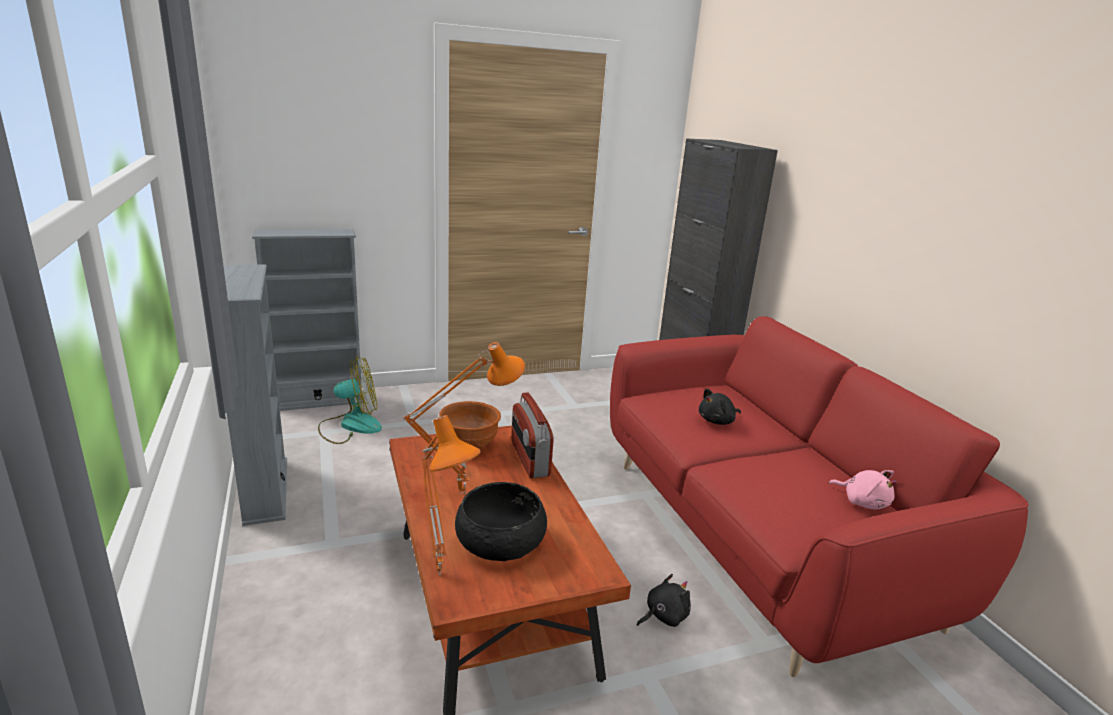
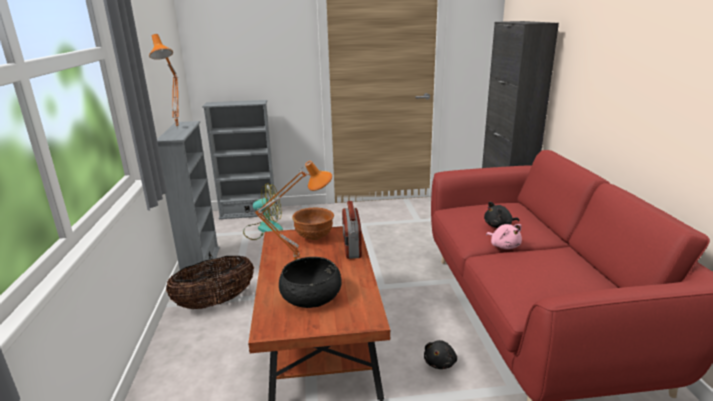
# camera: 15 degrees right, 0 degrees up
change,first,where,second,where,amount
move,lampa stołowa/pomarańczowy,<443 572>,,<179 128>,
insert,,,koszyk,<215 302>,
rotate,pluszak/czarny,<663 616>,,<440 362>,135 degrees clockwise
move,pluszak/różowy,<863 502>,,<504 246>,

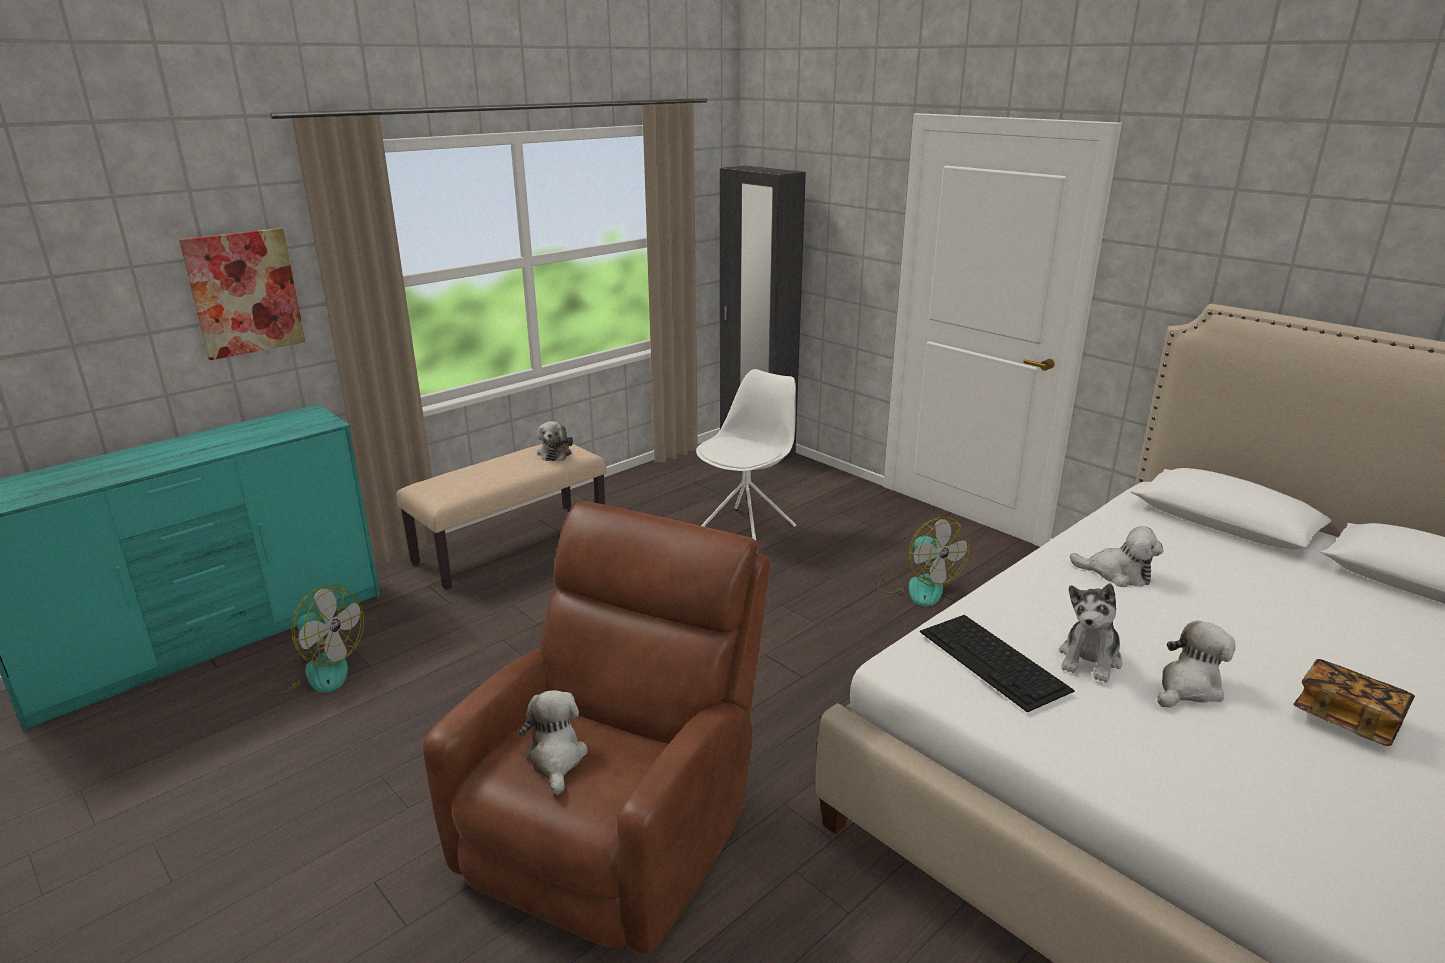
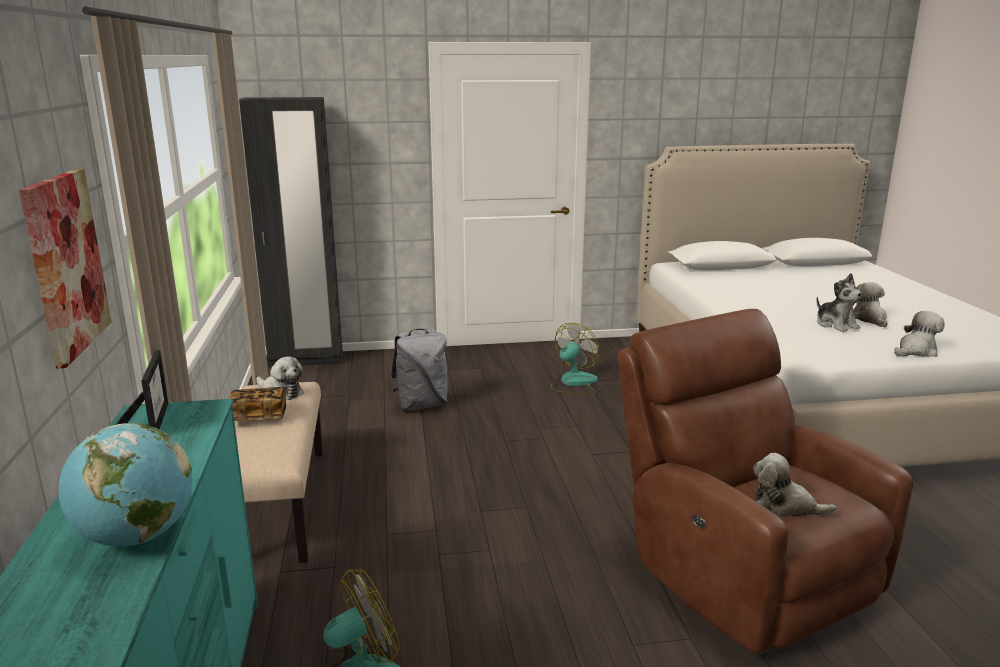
# camera: 55 degrees left, 5 degrees down
change,first,where,second,where,amount
insert,,,globus,<136 537>,
insert,,,ramka na zdjęcie,<151 420>,
move,książka,<1346 719>,,<259 417>,
replace,krzesło/biały,<747 530>,plecak/szary,<421 405>,
rotate,wentylator,<918 586>,,<573 383>,60 degrees counterclockwise
move,pluszak,<1117 574>,,<916 351>,
delete,klawiatura,<994 661>,,,

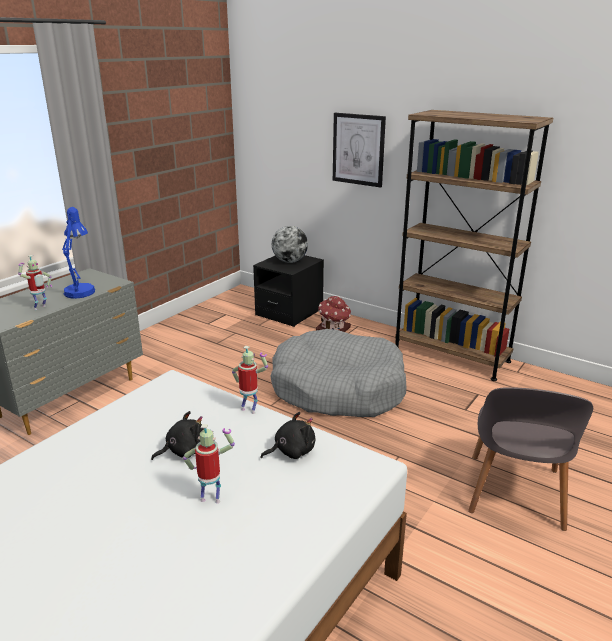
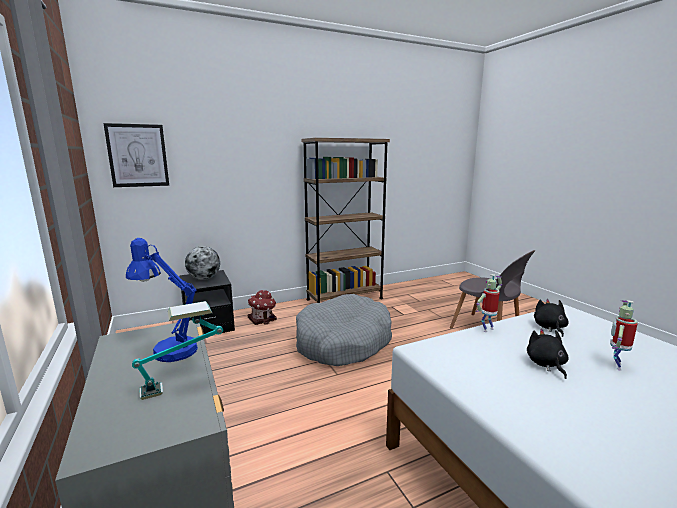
# camera: 60 degrees left, 10 degrees down
change,first,where,second,where,amount
move,obraz,<358 149>,,<138 155>,
replace,robot zabawkowy,<41 308>,lampa stołowa,<184 384>,

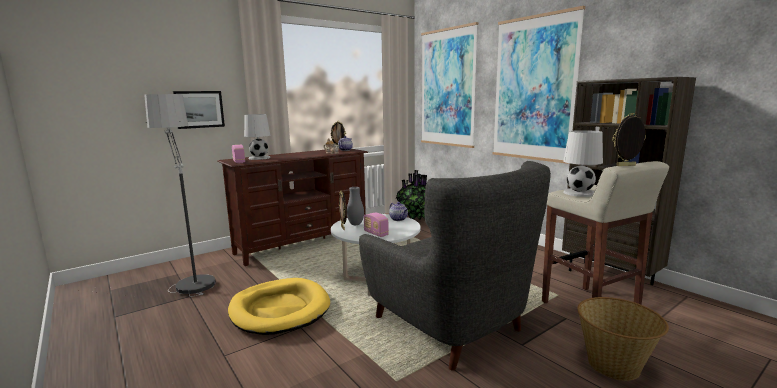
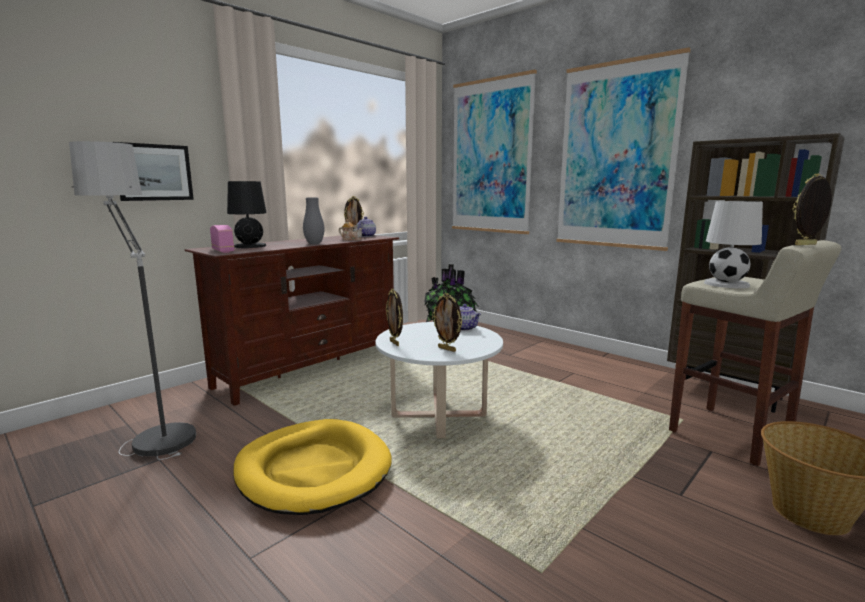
# camera: 10 degrees left, 0 degrees up
change,first,where,second,where,amount
recolor,lampa stołowa/biały,<259 158>,lampa stołowa/czarny,<250 246>,
move,wazon/szary,<355 224>,,<314 243>,
replace,radio,<376 233>,ramka na zdjęcie,<447 349>,
delete,fotel/szary,<450 326>,,,

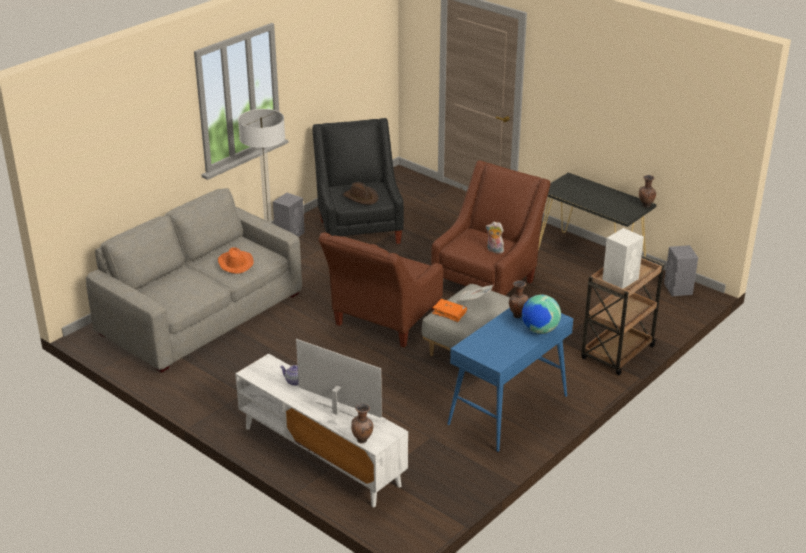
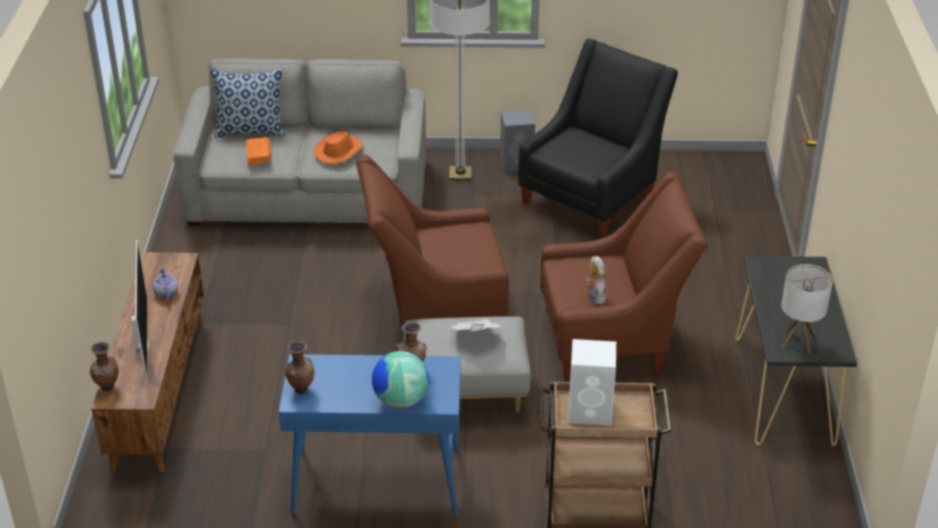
# camera: 50 degrees right, 5 degrees up
change,first,where,second,where,amount
recolor,szafka pod telewizor/biały,<320 456>,szafka pod telewizor/brązowy,<158 391>,
insert,,,poduszka,<251 131>,
move,książka/pomarańczowy,<449 313>,,<259 155>,
move,wazon/brązowy,<645 205>,,<301 389>,
insert,,,lampa stołowa,<797 341>,
delete,kapelusz/brązowy,<361 197>,,,
delete,głośnik/szary,<678 289>,,,

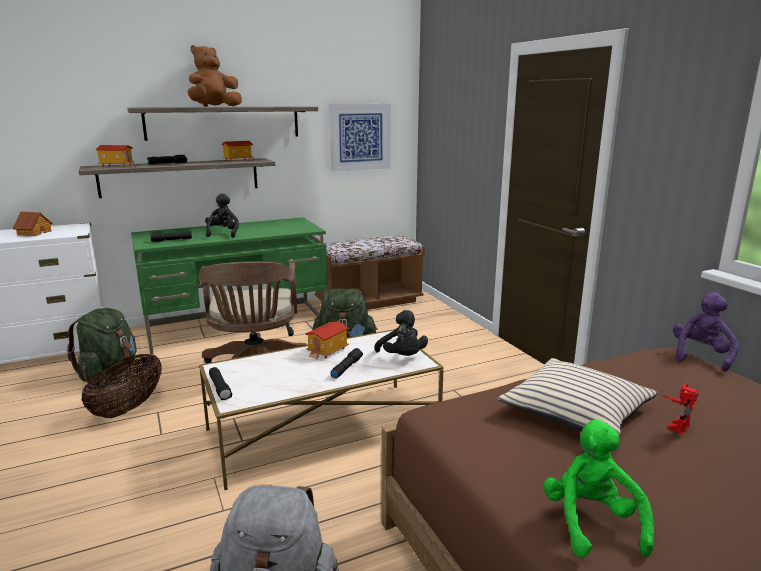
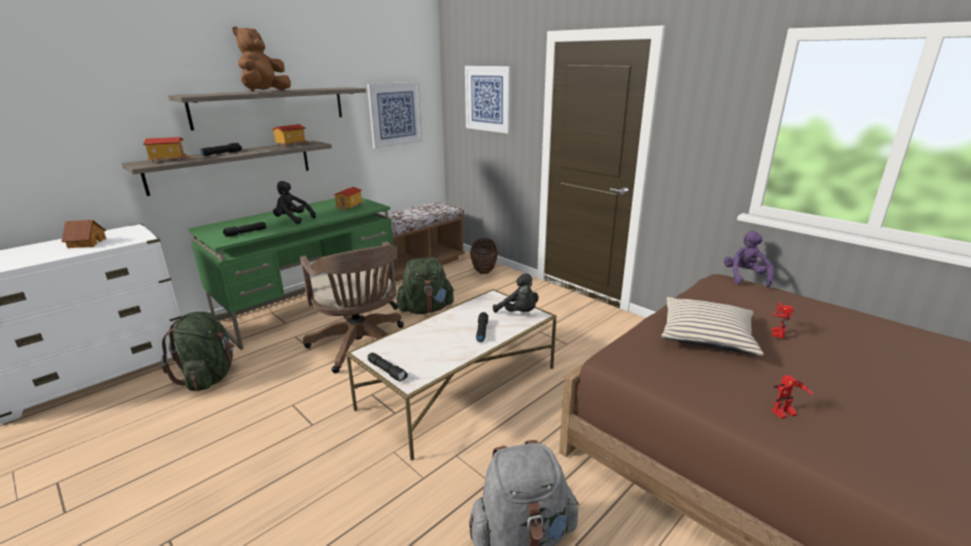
# camera: 20 degrees left, 5 degrees up
change,first,where,second,where,amount
rotate,pluszak/czarny,<223 234>,,<292 220>,45 degrees counterclockwise
move,domek,<328 351>,,<349 207>,
insert,,,obraz,<488 98>,
move,koszyk,<128 408>,,<484 270>,
replace,pluszak/zielony,<591 522>,robot zabawkowy,<784 415>,

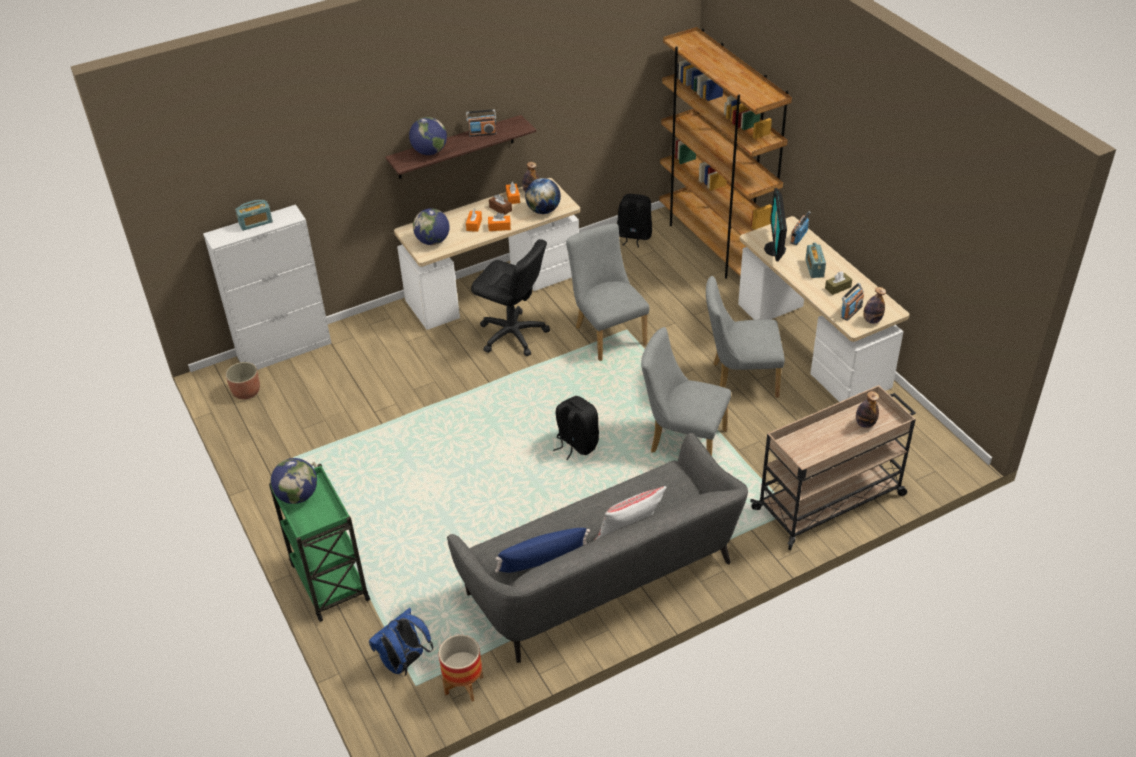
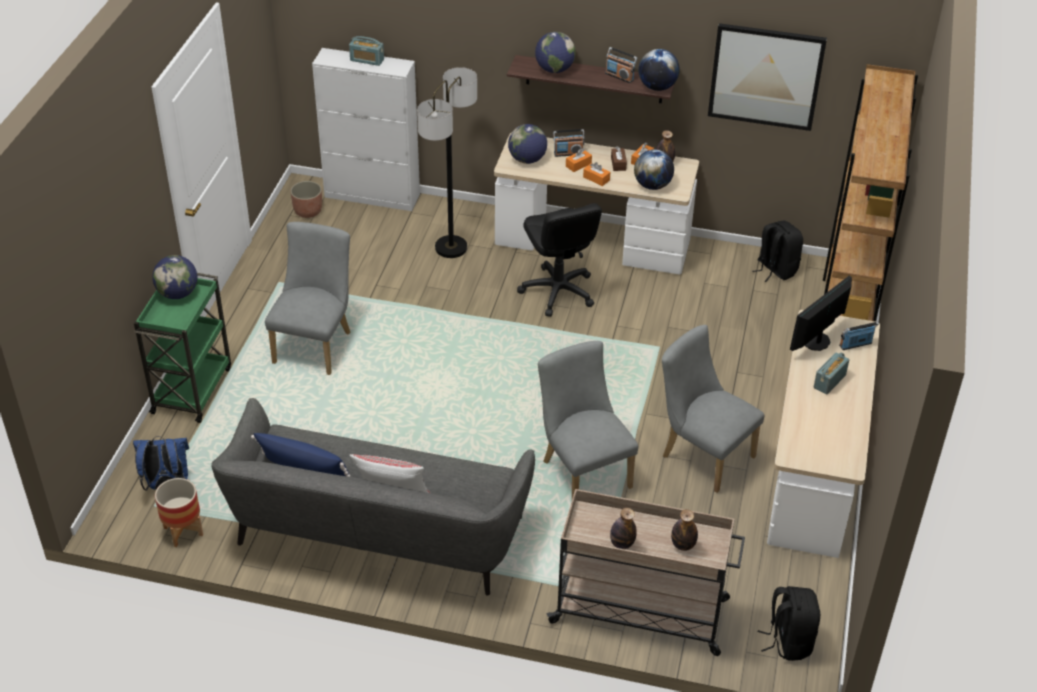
# camera: 40 degrees right, 0 degrees up
change,first,where,second,where,amount
move,krzesło/szary,<607 333>,,<315 344>,
insert,,,lampa stojąca,<451 248>,
move,radio,<851 312>,,<568 153>,
move,butelka,<872 320>,,<622 544>,
insert,,,globus,<657 87>,
insert,,,obraz,<766 76>,
move,plecak/czarny,<576 444>,,<788 641>,
delete,pudełko chusteczek/brązowy,<838 288>,,,

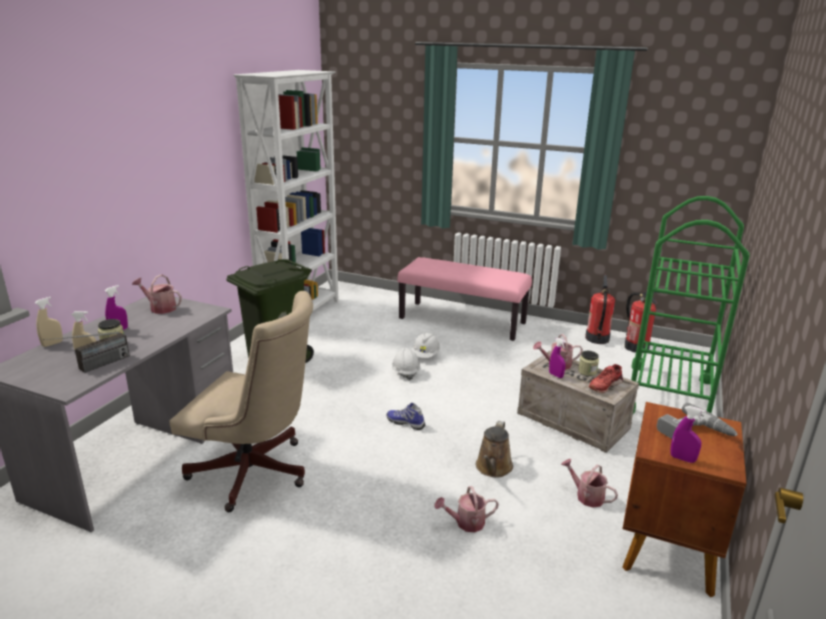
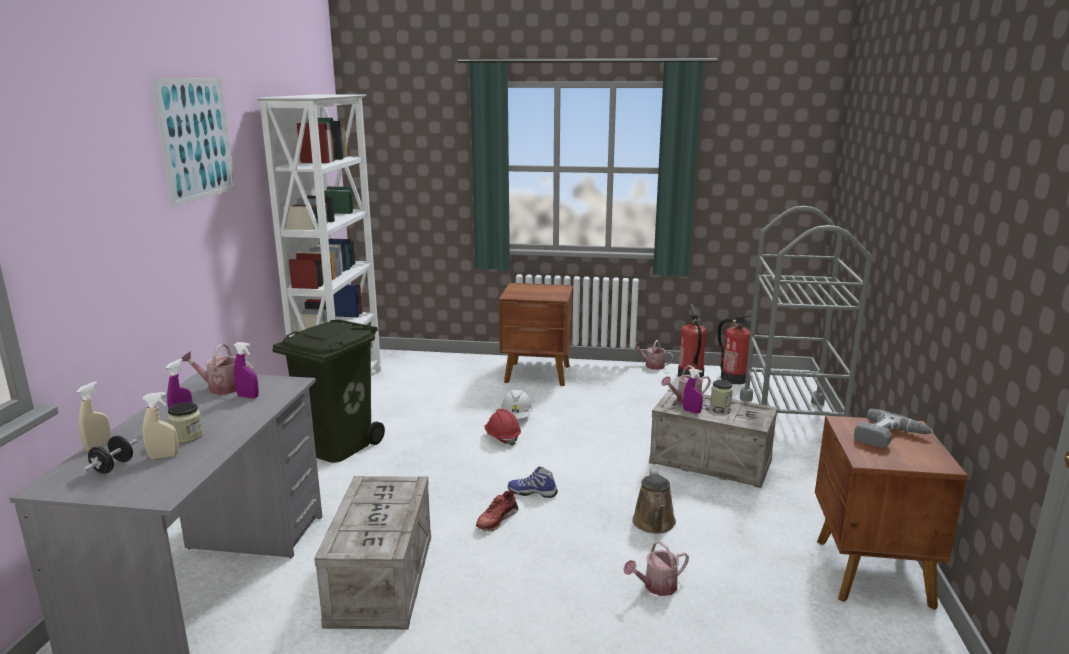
# camera: 15 degrees left, 5 degrees down
change,first,where,second,where,amount
insert,,,hantel/czarny,<113 467>,
insert,,,obraz,<196 139>,
move,spryskiwacz/fioletowy,<682 459>,,<248 397>,
replace,krzesło biurowe/beżowy,<256 474>,skrzynka,<382 580>,
move,but/czerwony,<605 385>,,<496 519>,
recolor,kask/biały,<405 372>,kask/czerwony,<502 438>,
replace,ławka/różowy,<462 320>,szafka nocna/brązowy,<538 375>,
move,konewka,<586 496>,,<652 365>,
recolor,wózek/zielony,<668 396>,wózek/szary,<790 422>,
delete,radio,<93 367>,,,

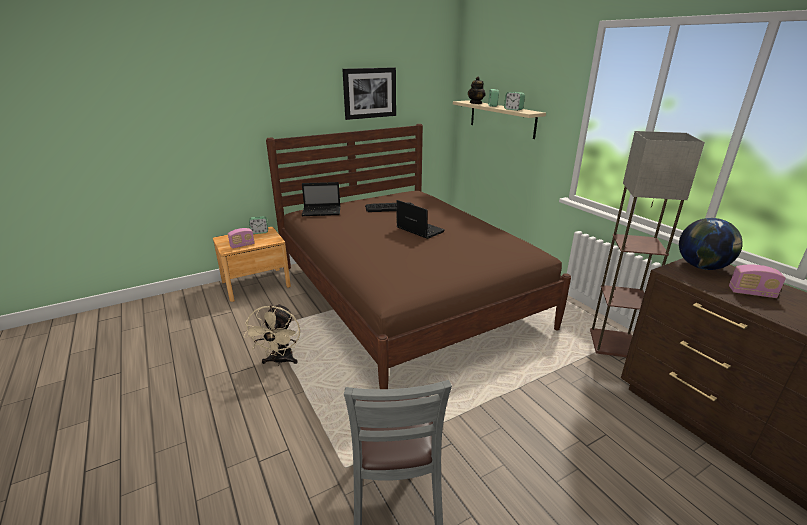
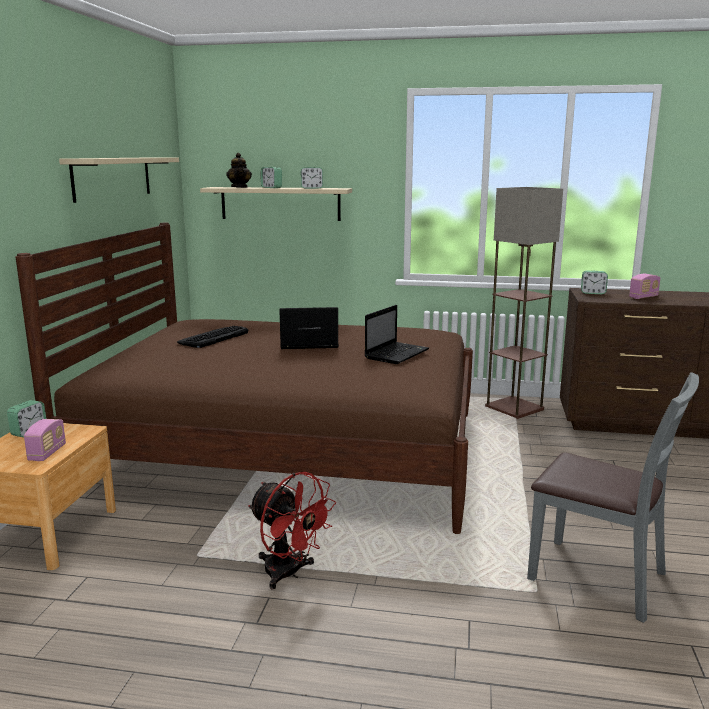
# camera: 50 degrees left, 10 degrees down
change,first,where,second,where,amount
replace,obraz,<369 93>,półka/beżowy,<112 178>,
recolor,wentylator/beżowy,<280 361>,wentylator/czerwony,<289 574>,
move,laptop,<322 211>,,<397 354>,
replace,globus,<702 267>,budzik,<593 293>,

